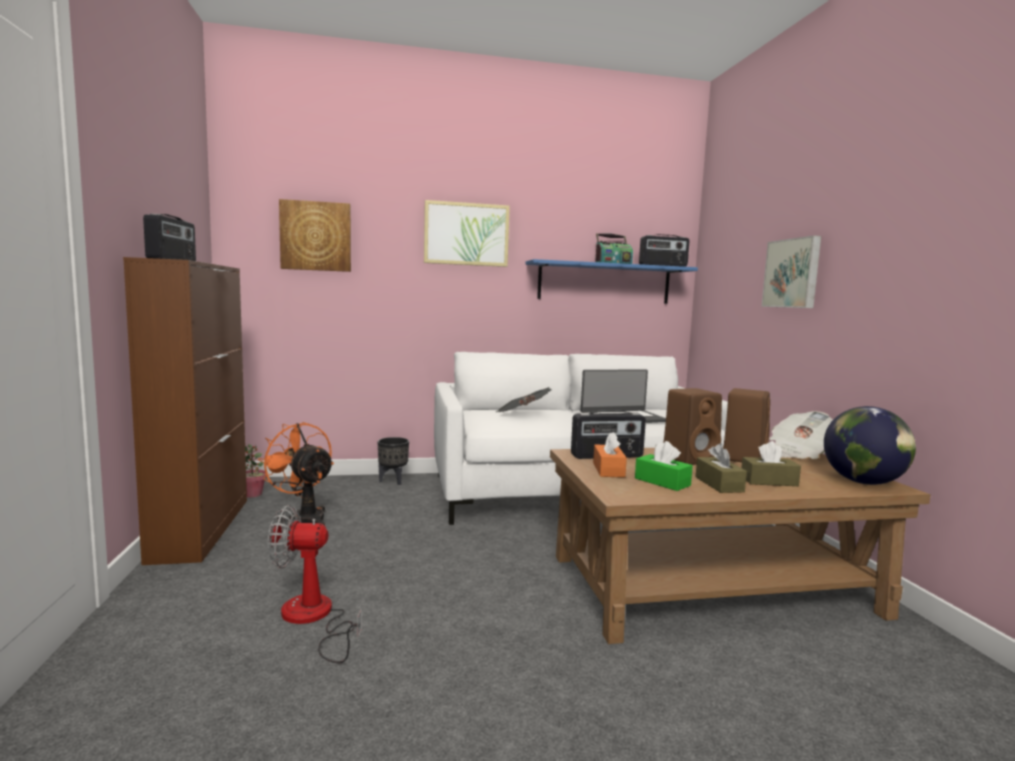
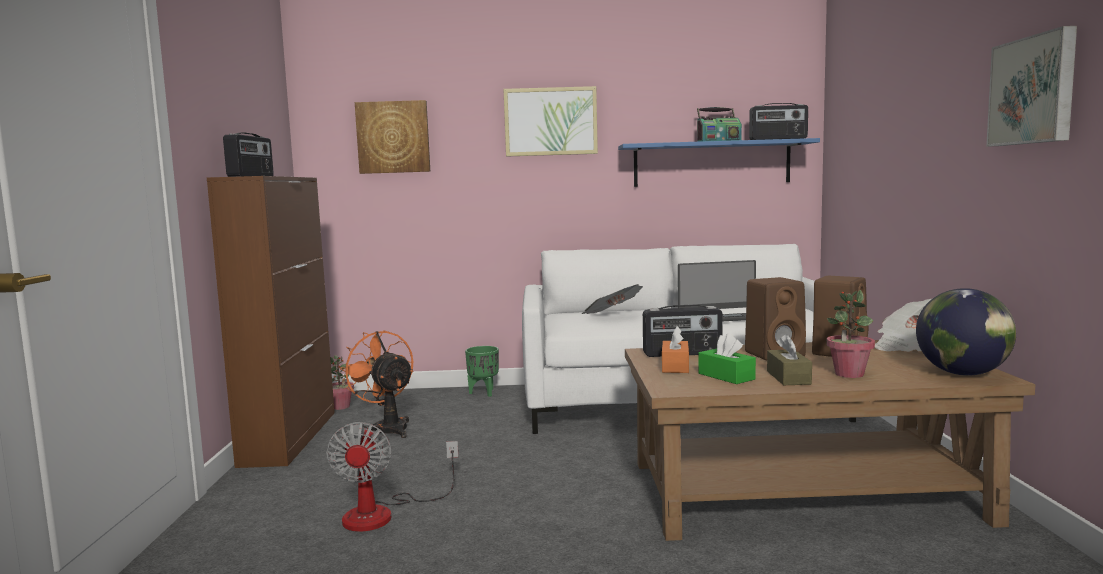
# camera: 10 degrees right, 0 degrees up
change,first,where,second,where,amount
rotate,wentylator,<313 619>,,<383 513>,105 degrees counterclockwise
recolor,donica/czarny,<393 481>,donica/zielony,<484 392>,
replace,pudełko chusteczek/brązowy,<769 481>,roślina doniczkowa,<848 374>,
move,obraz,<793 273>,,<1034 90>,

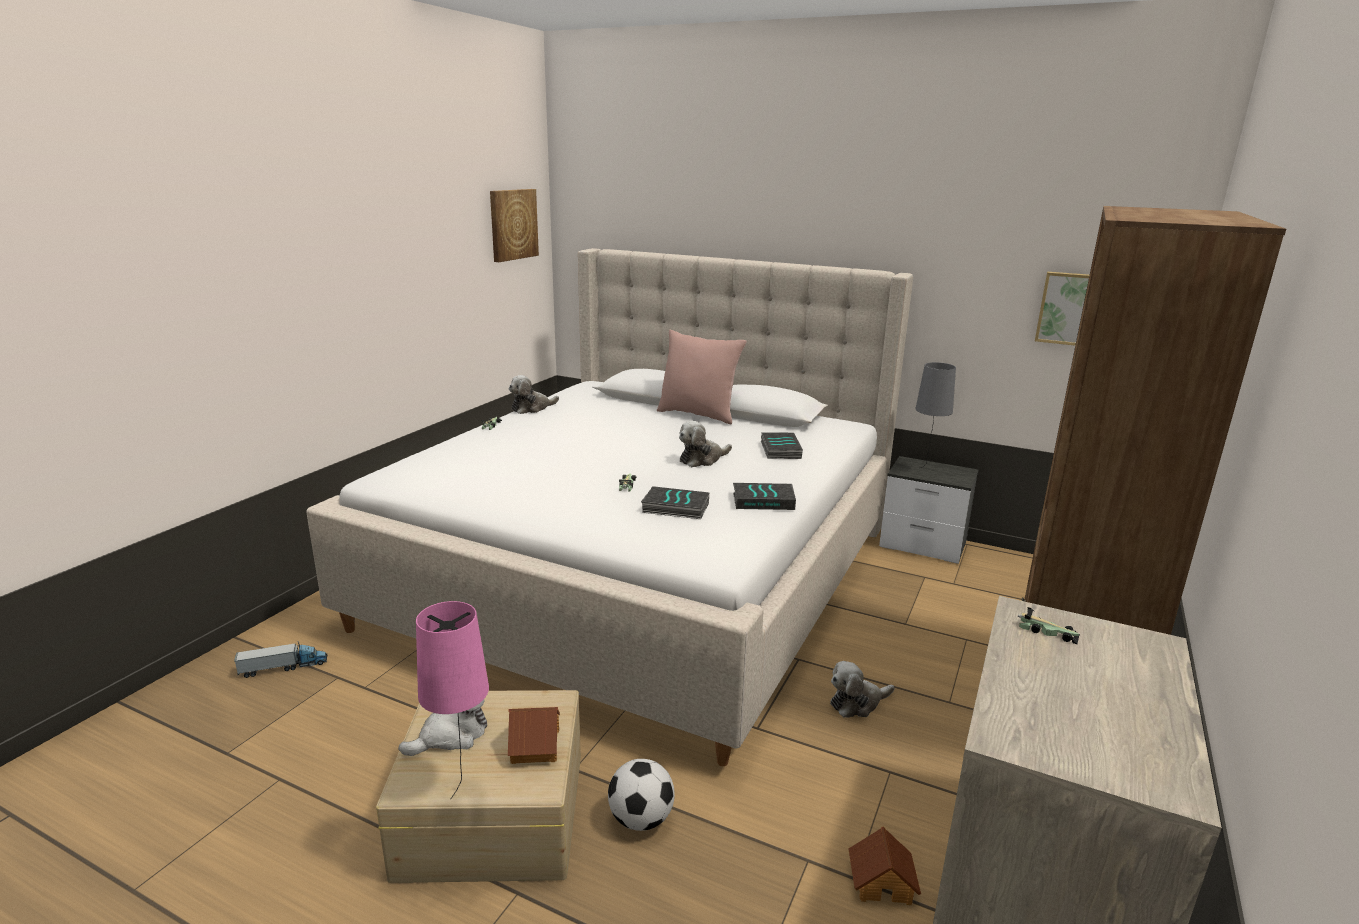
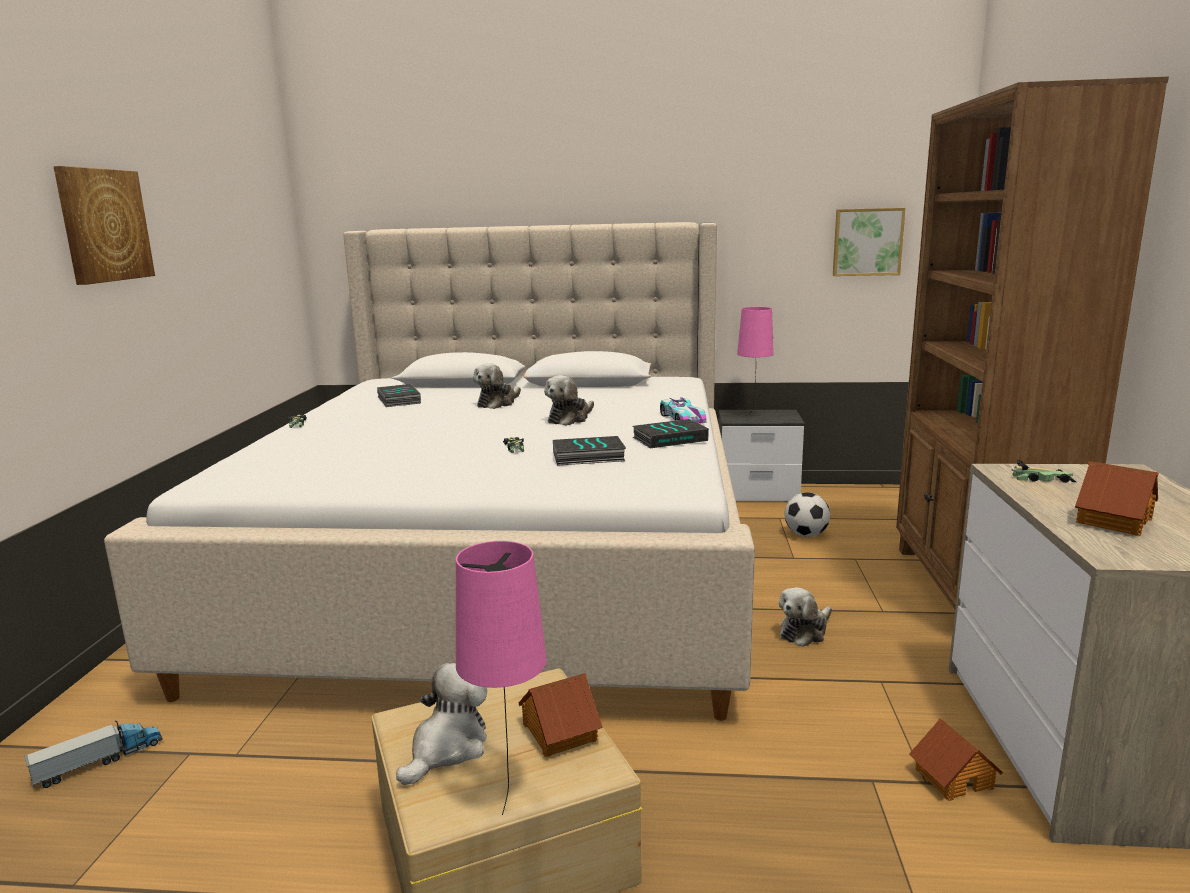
# camera: 20 degrees left, 5 degrees down
change,first,where,second,where,amount
move,obraz,<512 224>,,<103 225>,
move,książka,<779 449>,,<397 400>,
move,pluszak,<531 408>,,<498 403>,
insert,,,samochodzik,<682 419>,
recolor,lampa stołowa/szary,<925 471>,lampa stołowa/różowy,<753 417>,
move,piłka futbolowa,<641 819>,,<806 535>,
insert,,,domek,<1112 520>,
delete,poduszka/różowy,<698 414>,,,

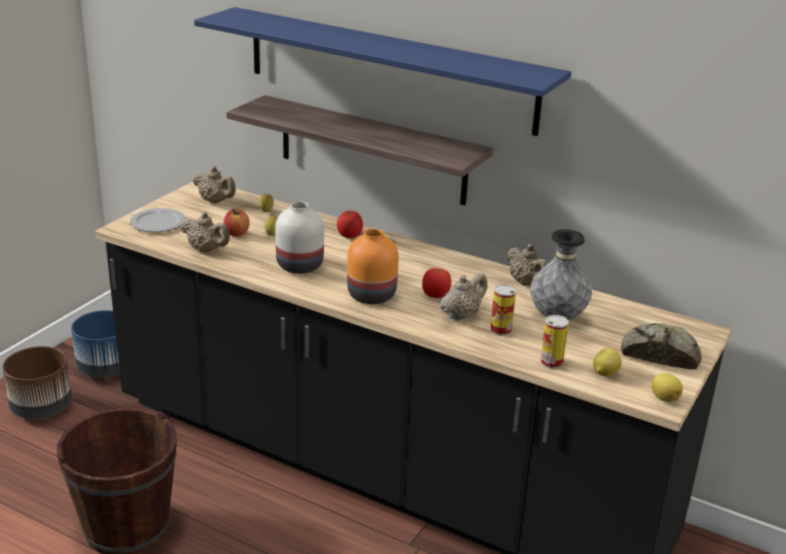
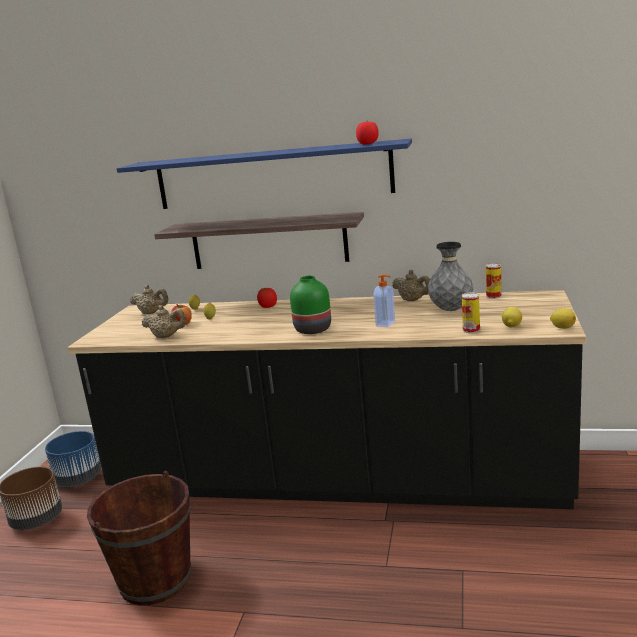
# camera: 15 degrees left, 10 degrees down
change,first,where,second,where,amount
recolor,wazon/pomarańczowy,<373 295>,wazon/zielony,<314 329>,
move,pomidor,<435 295>,,<368 144>,
replace,imbryk/beżowy,<461 315>,dozownik mydła,<386 324>,
move,puszka,<501 330>,,<493 296>,
delete,talerz,<157 223>,,,
delete,wazon/biały,<299 265>,,,
delete,chleb,<659 354>,,,

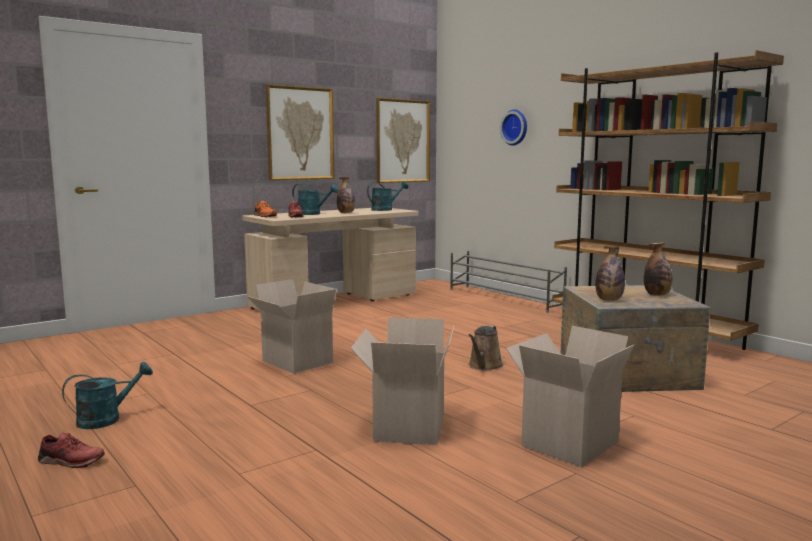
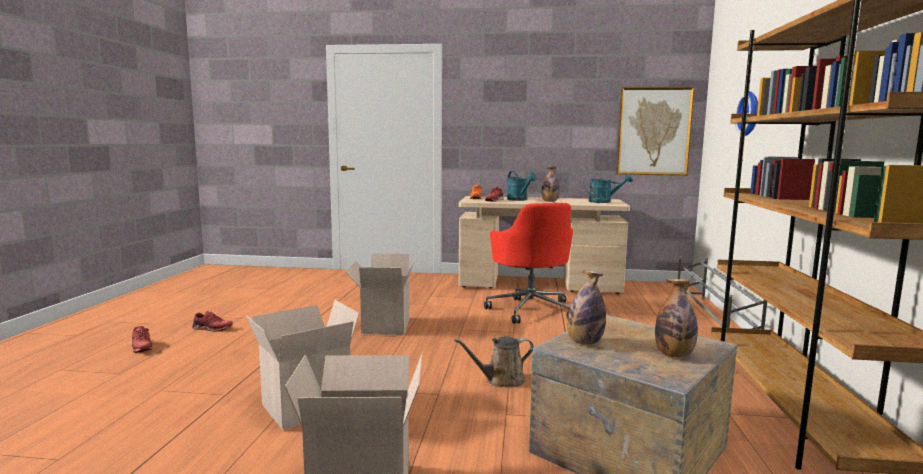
# camera: 45 degrees right, 0 degrees up
change,first,where,second,where,amount
replace,konewka/turkusowy,<107 419>,but/czerwony,<212 328>,
insert,,,krzesło biurowe/czerwony,<530 309>,
delete,obraz,<300 133>,,,

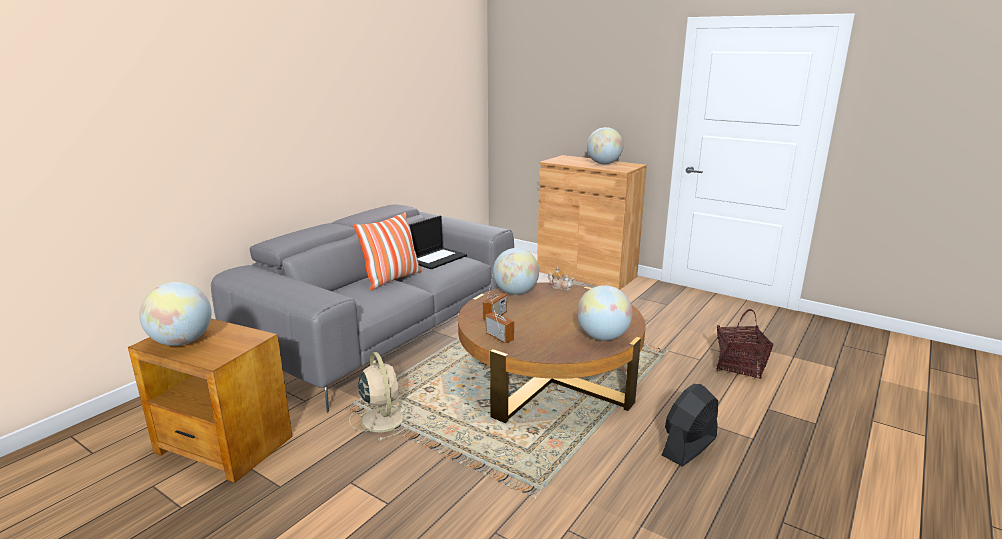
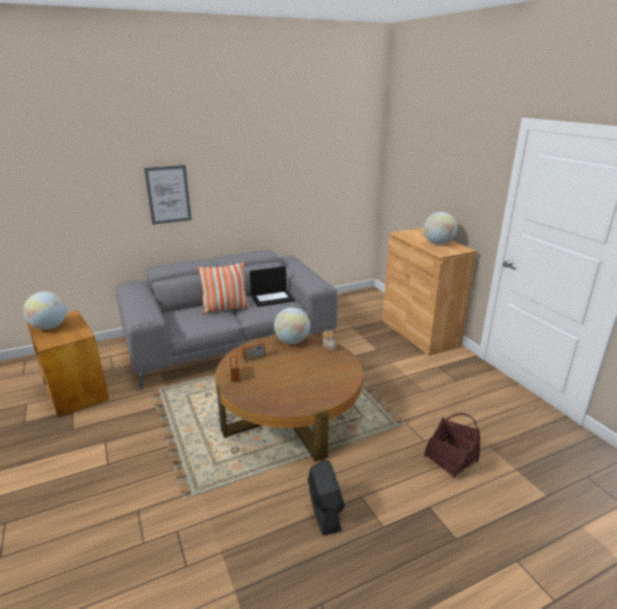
# camera: 30 degrees right, 5 degrees up
change,first,where,second,where,amount
insert,,,obraz,<168 194>,
rotate,wentylator/czarny,<689 447>,,<324 510>,90 degrees clockwise
delete,wentylator/beżowy,<382 418>,,,
delete,globus,<602 337>,,,

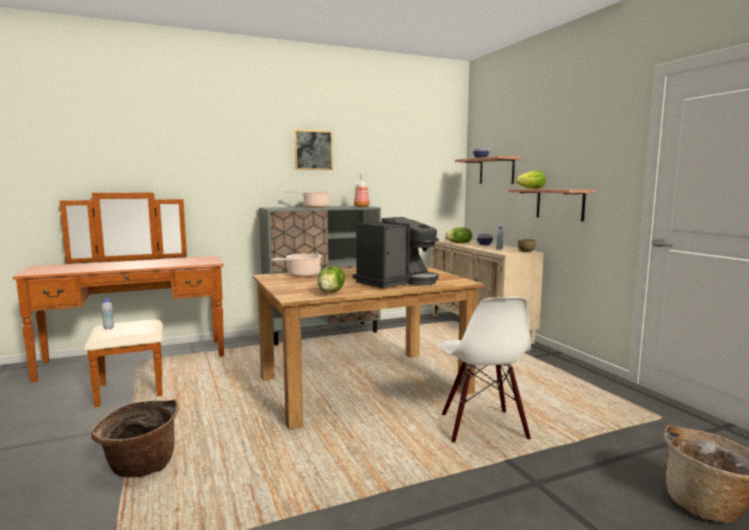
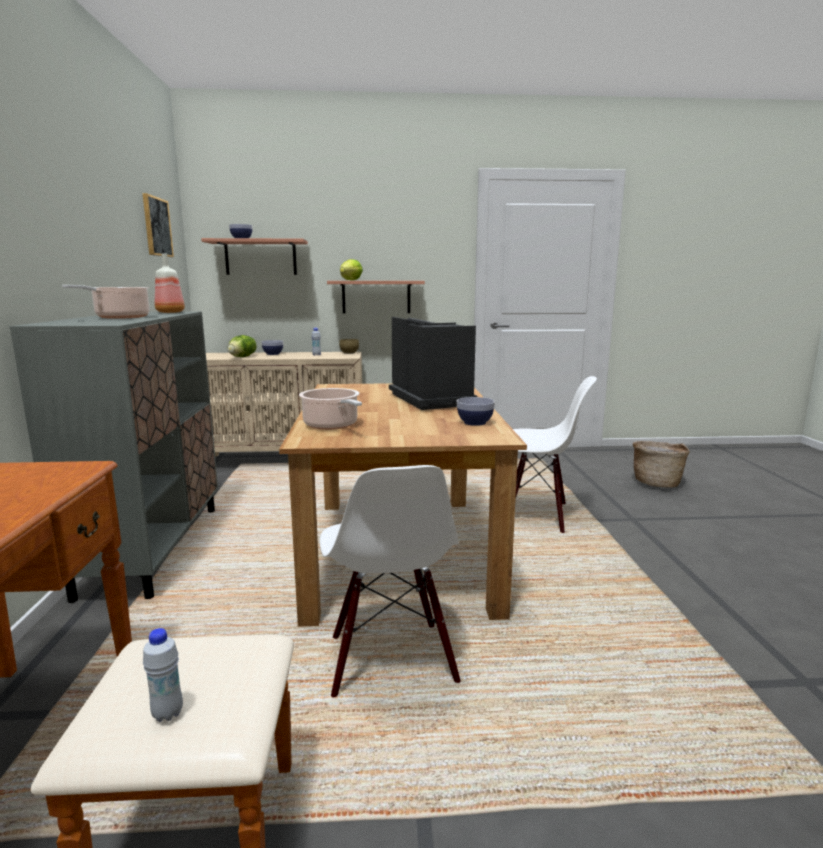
# camera: 70 degrees left, 5 degrees up
change,first,where,second,where,amount
move,obraz,<313 150>,,<157 227>,
insert,,,krzesło/biały,<390 660>,
replace,sałata,<331 292>,miska,<475 422>,
delete,koszyk,<140 468>,,,

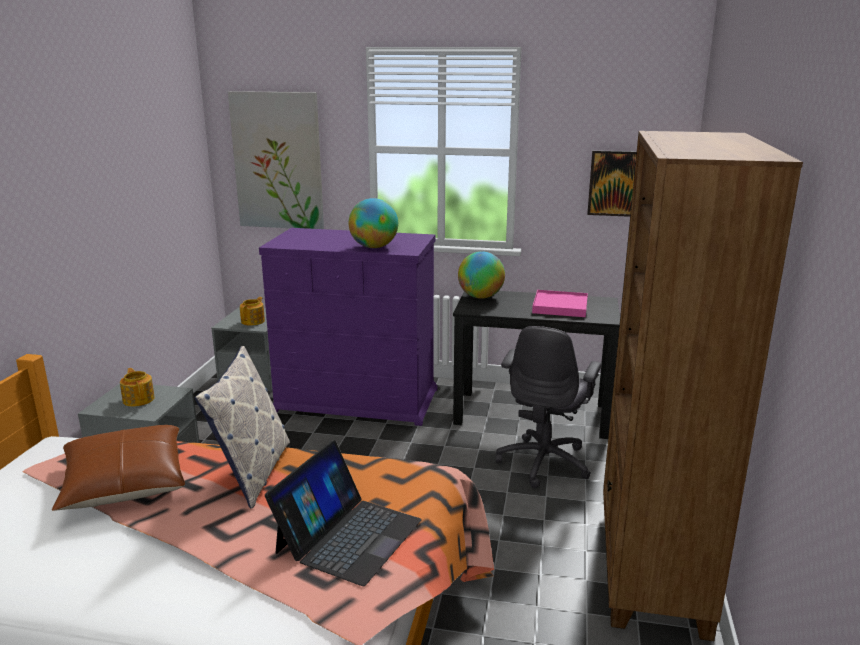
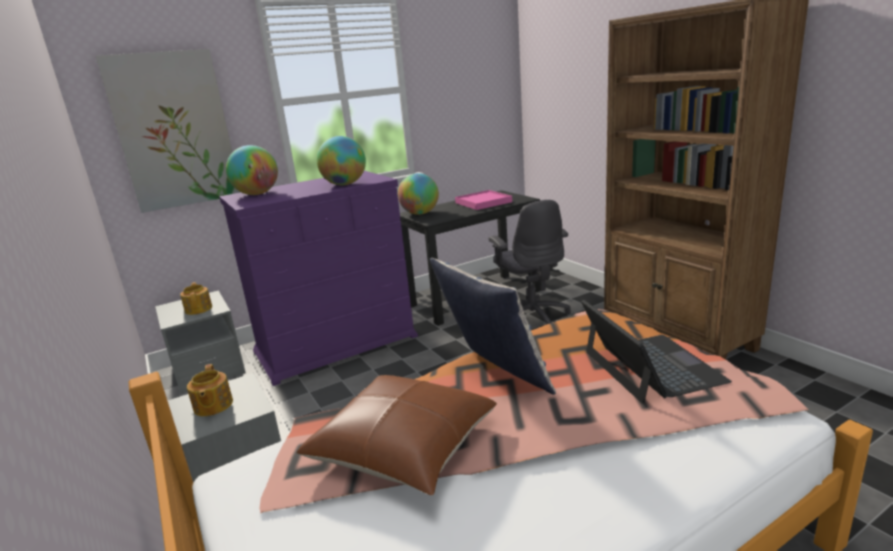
# camera: 40 degrees left, 0 degrees up
change,first,where,second,where,amount
rotate,imbryk,<139 399>,,<212 406>,120 degrees counterclockwise
insert,,,globus,<257 194>,
delete,obraz,<616 183>,,,

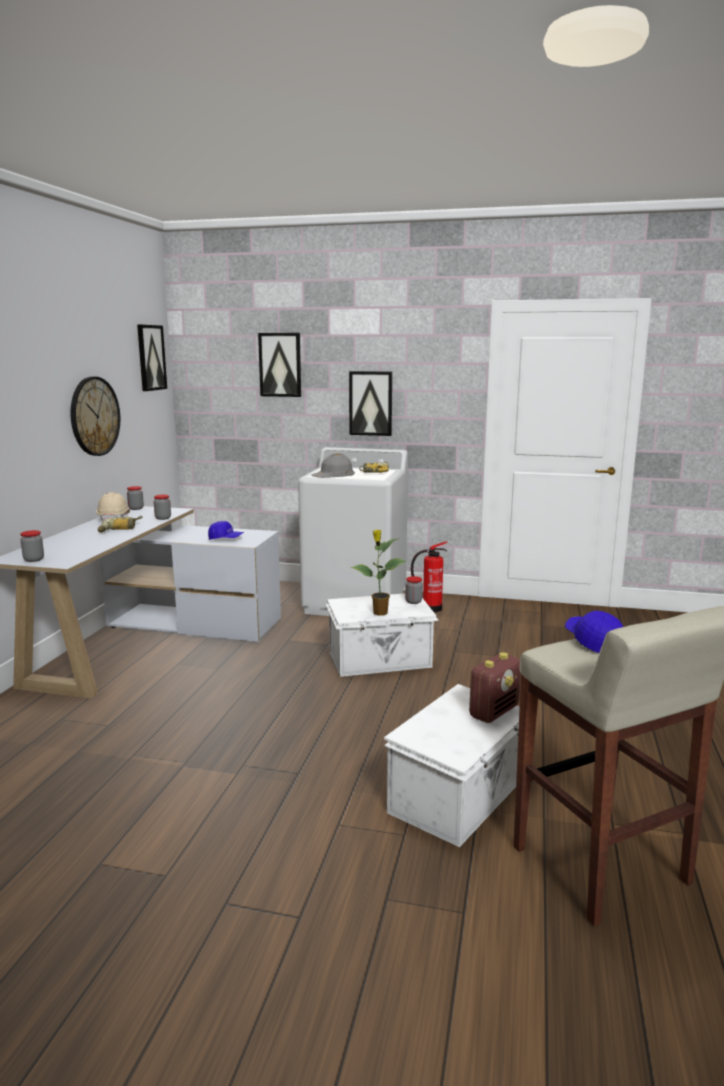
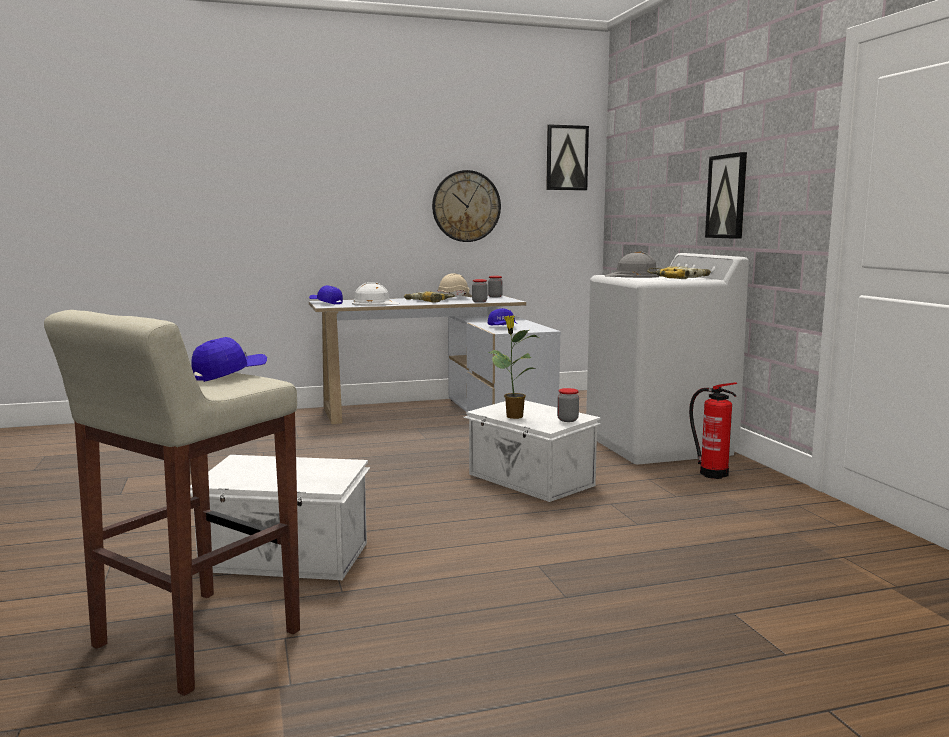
# camera: 60 degrees right, 5 degrees down
change,first,where,second,where,amount
replace,słoik,<34 559>,czapka z daszkiem/niebieski,<326 303>,
insert,,,kask/biały,<375 303>,
delete,obraz,<280 365>,,,
delete,radio,<493 712>,,,

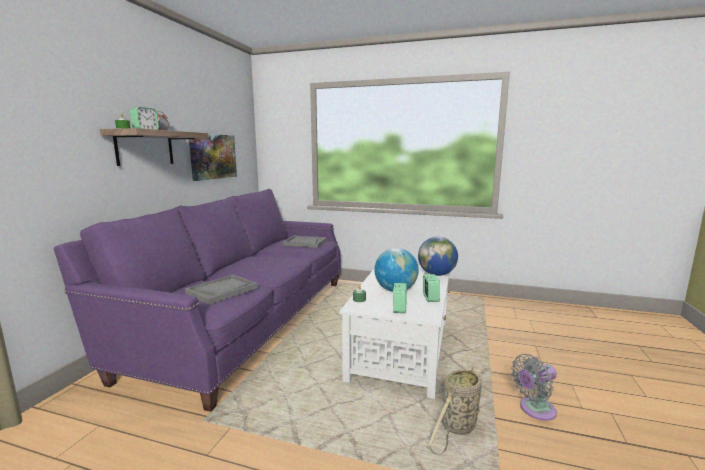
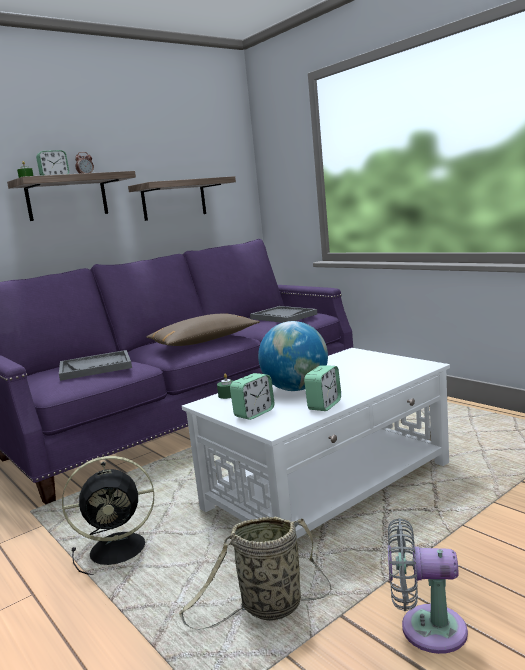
# camera: 35 degrees right, 0 degrees up
change,first,where,second,where,amount
insert,,,wentylator/czarny,<121 549>,
replace,obraz,<213 156>,półka,<174 200>,
insert,,,poduszka/brązowy,<204 341>,
delete,globus,<436 274>,,,

